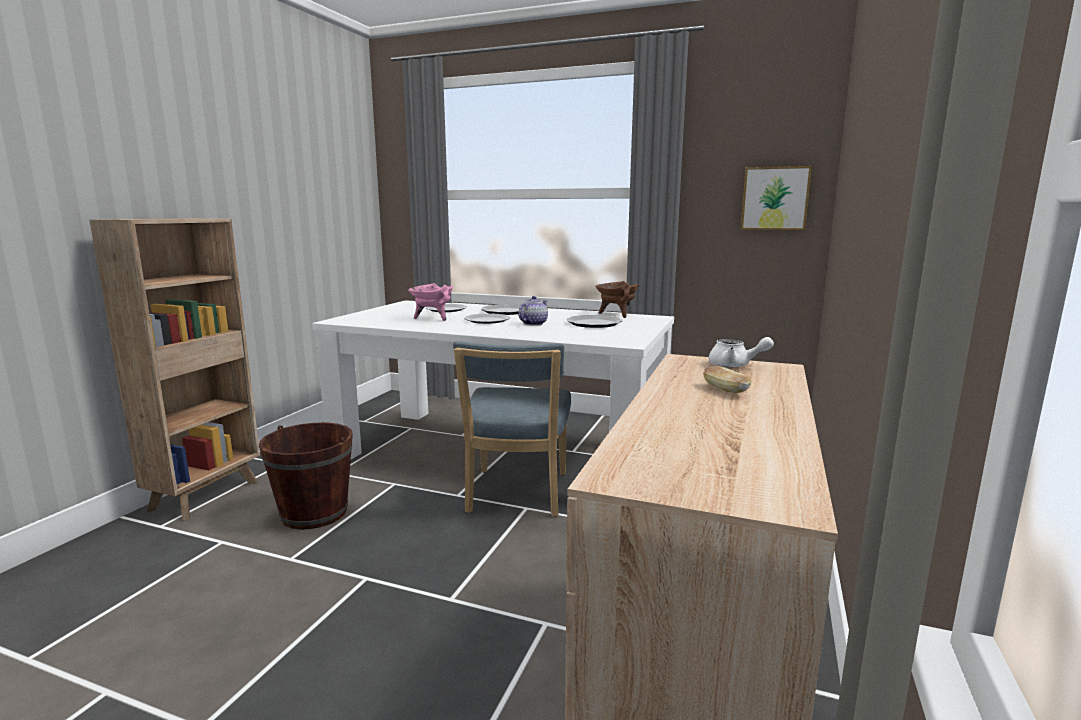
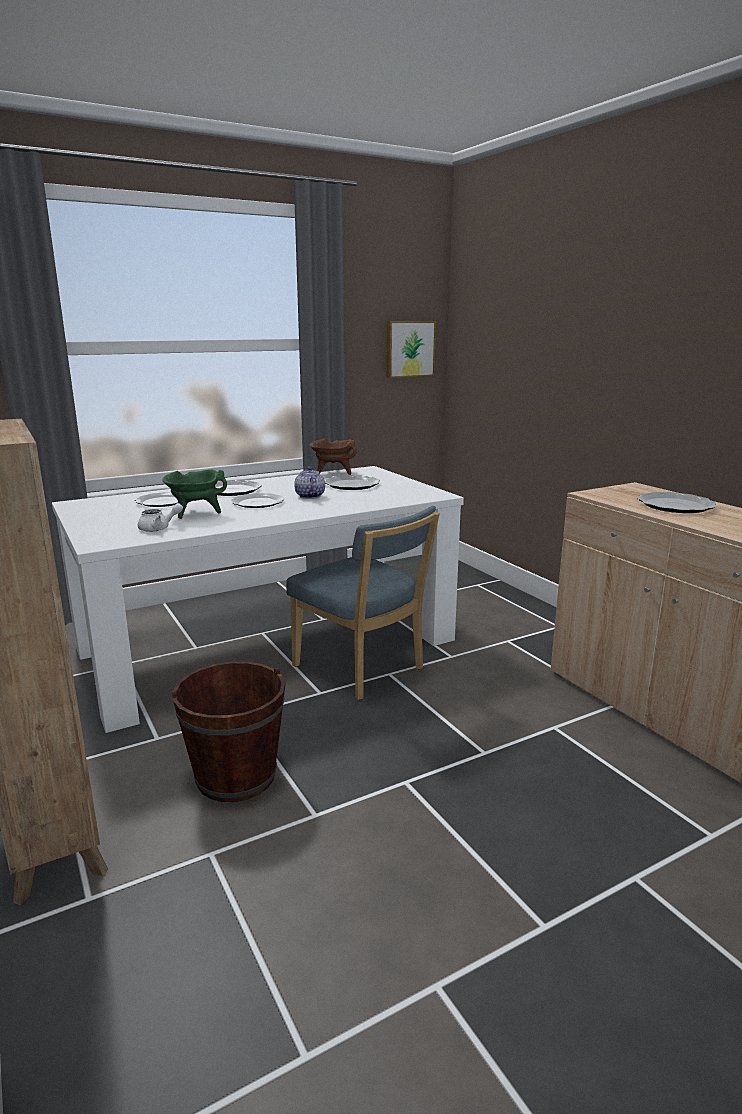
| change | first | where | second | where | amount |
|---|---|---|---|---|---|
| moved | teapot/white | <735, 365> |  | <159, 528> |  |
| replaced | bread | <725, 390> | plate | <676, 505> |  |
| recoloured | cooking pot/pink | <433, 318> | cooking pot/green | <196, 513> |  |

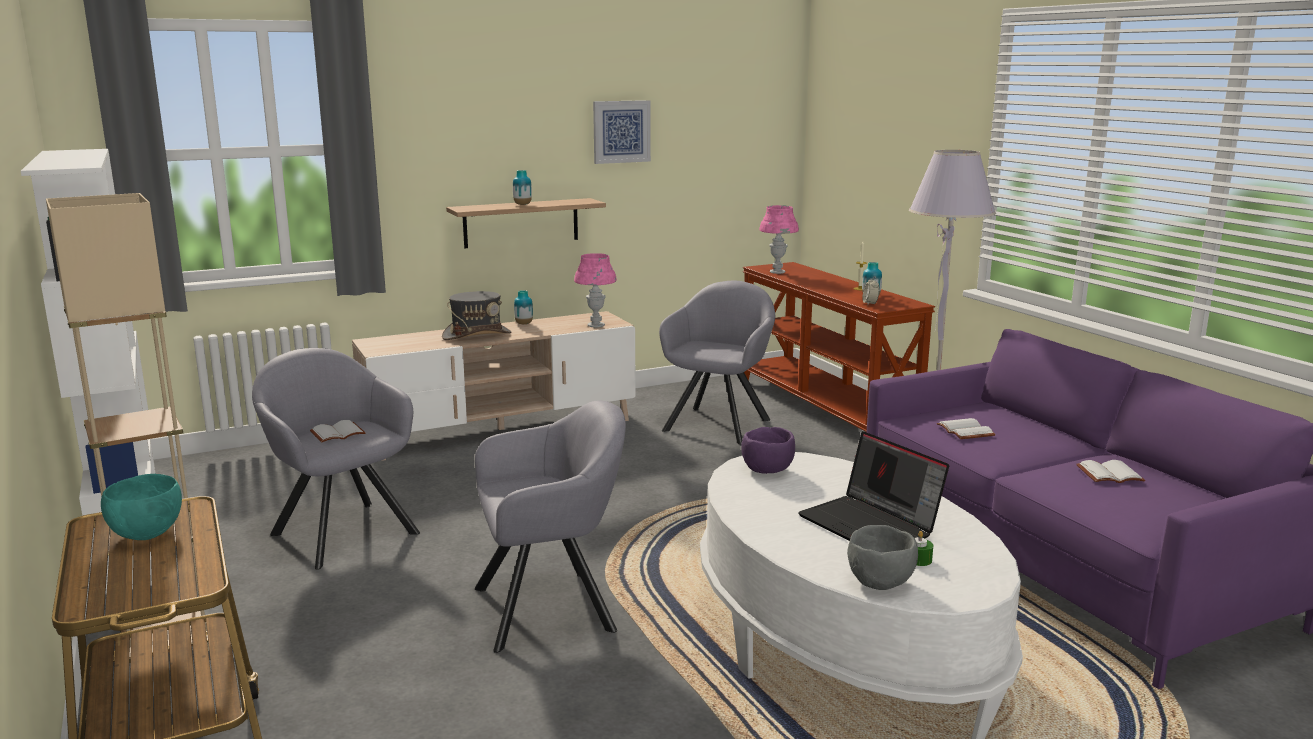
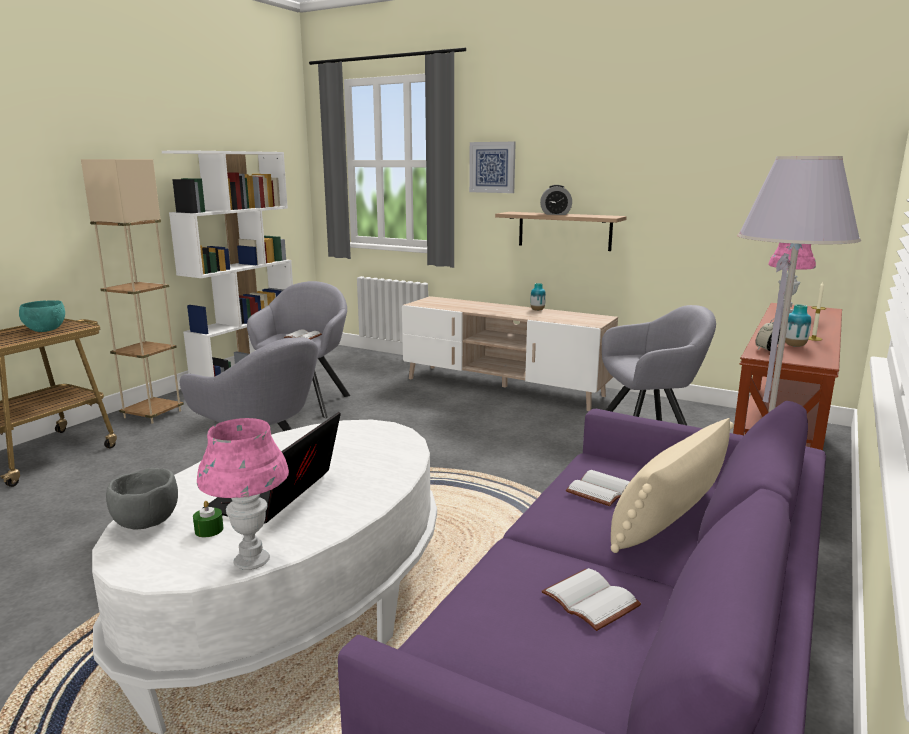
| change | first | where | second | where | amount |
|---|---|---|---|---|---|
| removed | hat/grey | <477, 335> |  |  |  |
| removed | bowl/purple | <769, 470> |  |  |  |
| added |  |  | pillow/beige | <668, 516> |  |
| moved | table lamp/pink | <596, 325> |  | <252, 560> |  |
| moved | picture | <621, 131> |  | <492, 167> |  |
| replaced | vase | <522, 204> | alarm clock | <555, 214> |  |

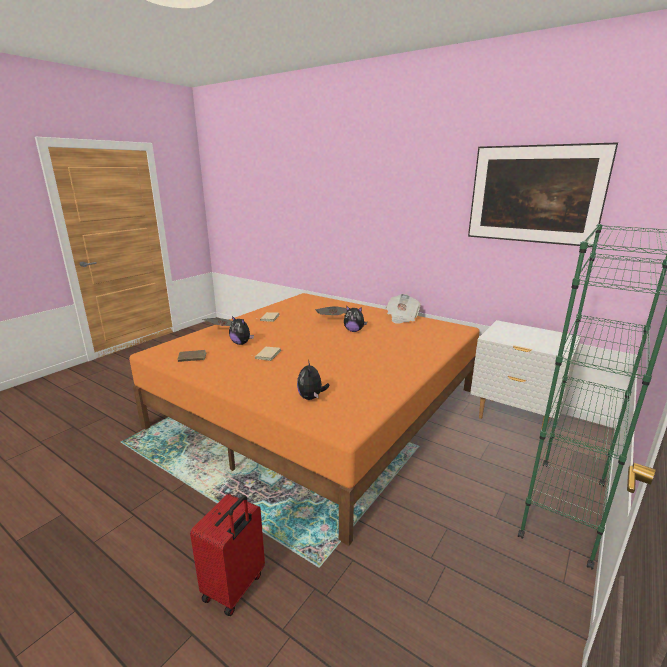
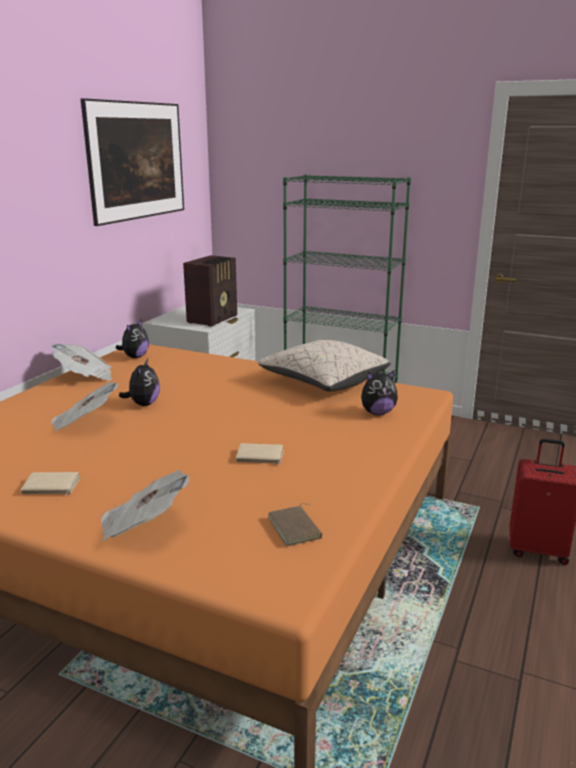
| change | first | where | second | where | amount |
|---|---|---|---|---|---|
| added |  |  | radio | <214, 319> |  |
| added |  |  | pillow/beige | <323, 381> |  |
| moved | plush toy | <241, 343> |  | <135, 357> |  |

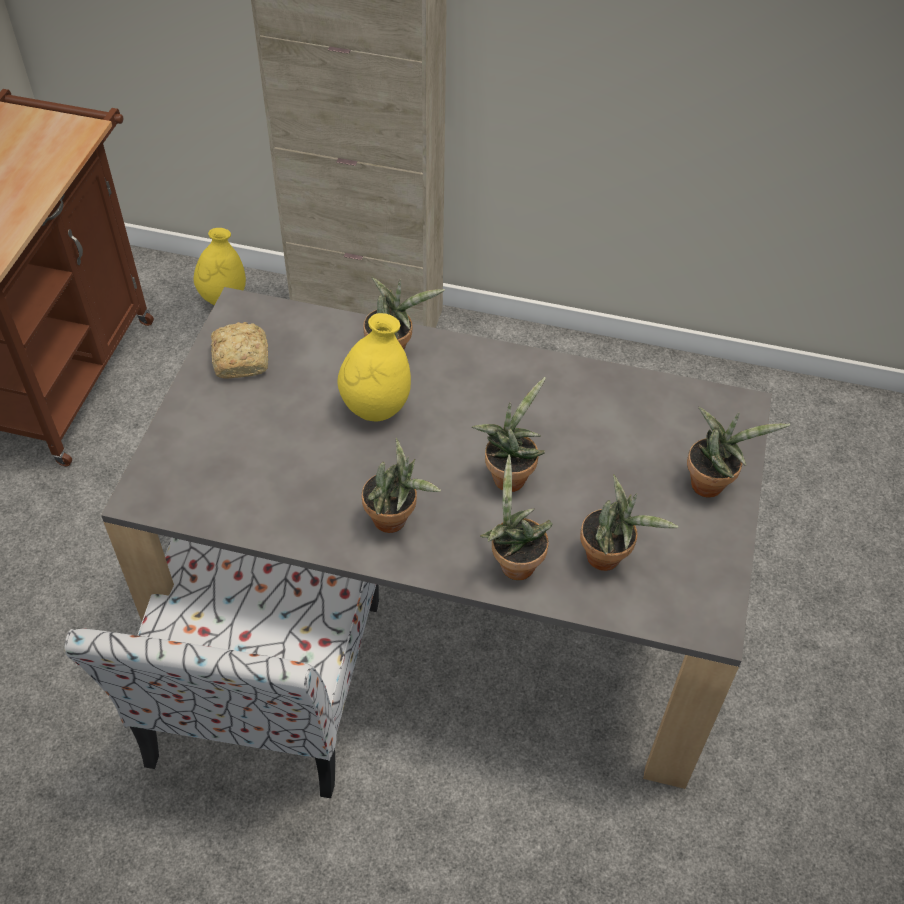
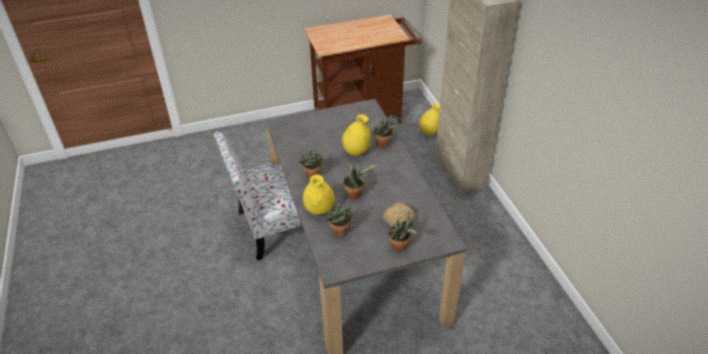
| change | first | where | second | where | amount |
|---|---|---|---|---|---|
| moved | bread | <242, 358> |  | <399, 219> |  |
| replaced | potted plant | <513, 562> | vase/yellow | <319, 210> |  |

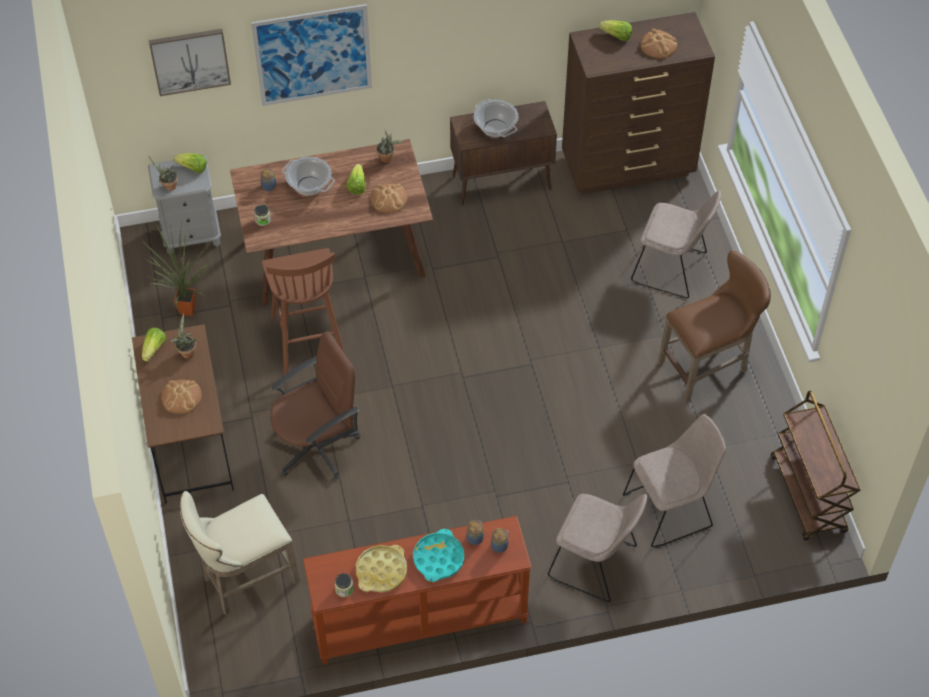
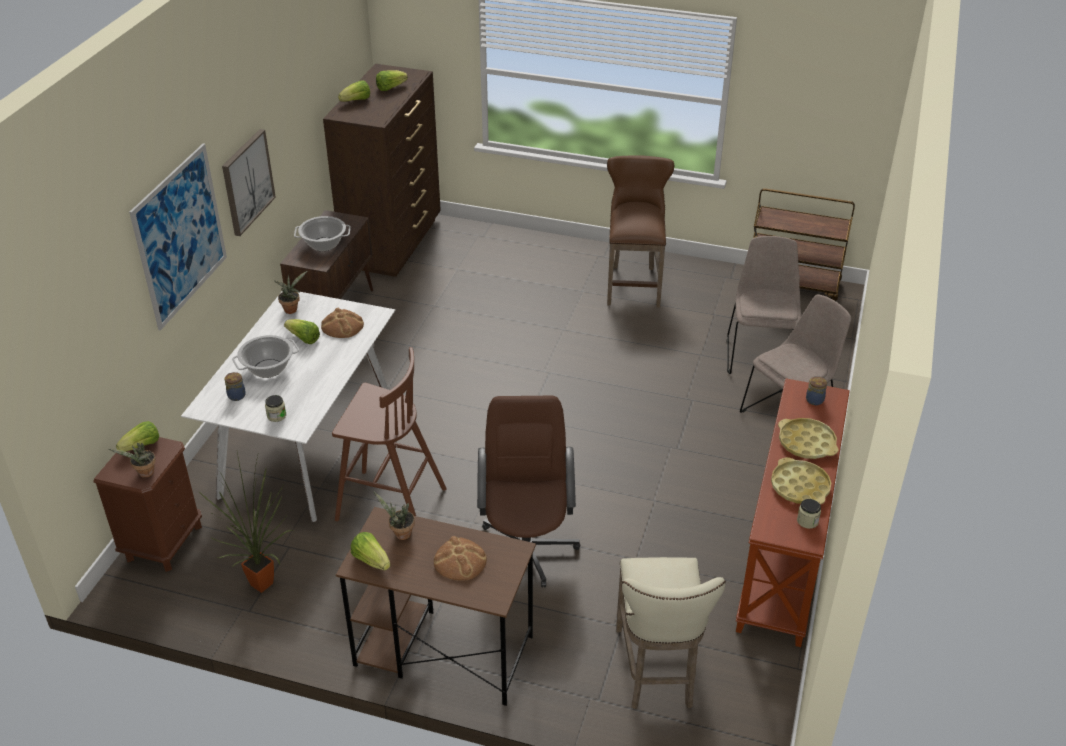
| change | first | where | second | where | amount |
|---|---|---|---|---|---|
| removed | jar | <475, 538> |  |  |  |
| removed | chair/beige | <672, 269> |  |  |  |
| moved | picture | <190, 61> |  | <247, 182> |  |
| replaced | bread | <658, 45> | lettuce | <390, 88> |  |
| recoloured | nightstand/grey | <191, 235> | nightstand/brown | <163, 542> |  |
| recoloured | dining table/brown | <336, 255> | dining table/white | <307, 445> |  |
| recoloured | tray/turquoise | <438, 558> | tray/yellow | <806, 443> |  |

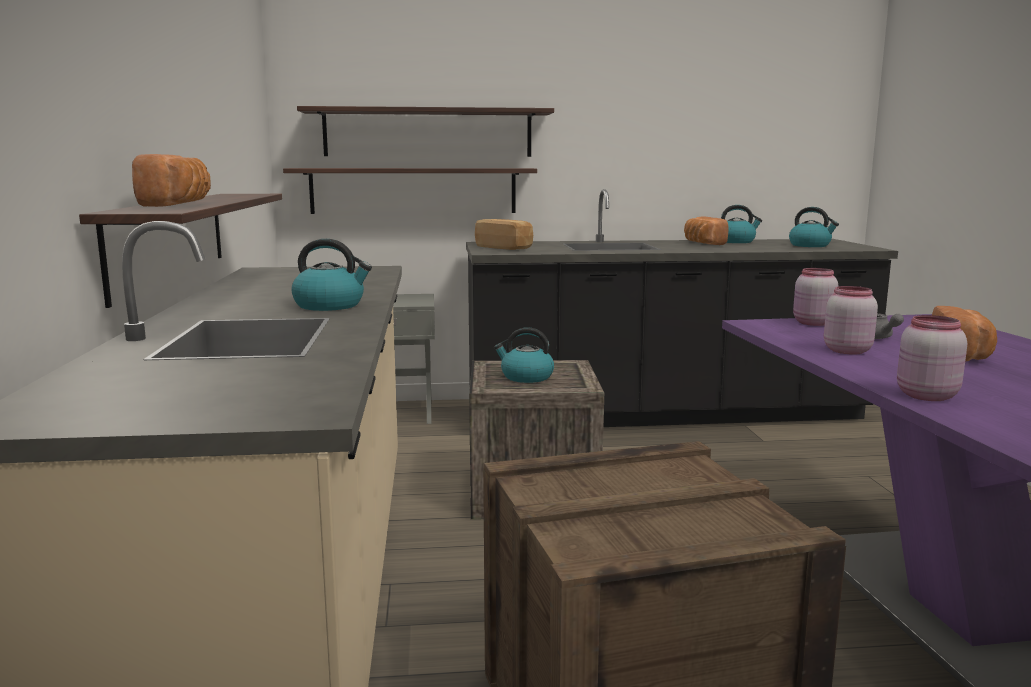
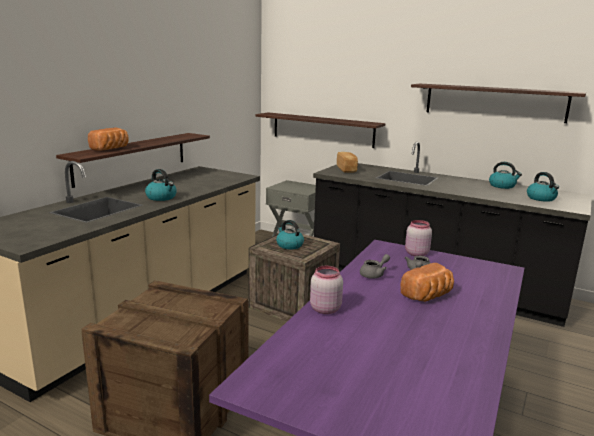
| change | first | where | second | where | amount |
|---|---|---|---|---|---|
| removed | bread | <702, 243> |  |  |  |
| moved | shelf | <428, 133> |  | <494, 102> |  |
| replaced | jar/pink | <846, 350> | teapot/grey | <374, 274> |  |

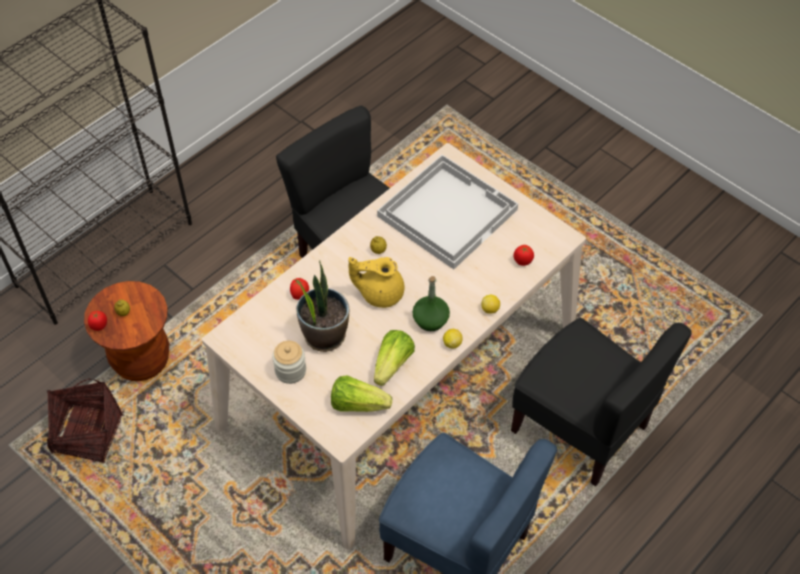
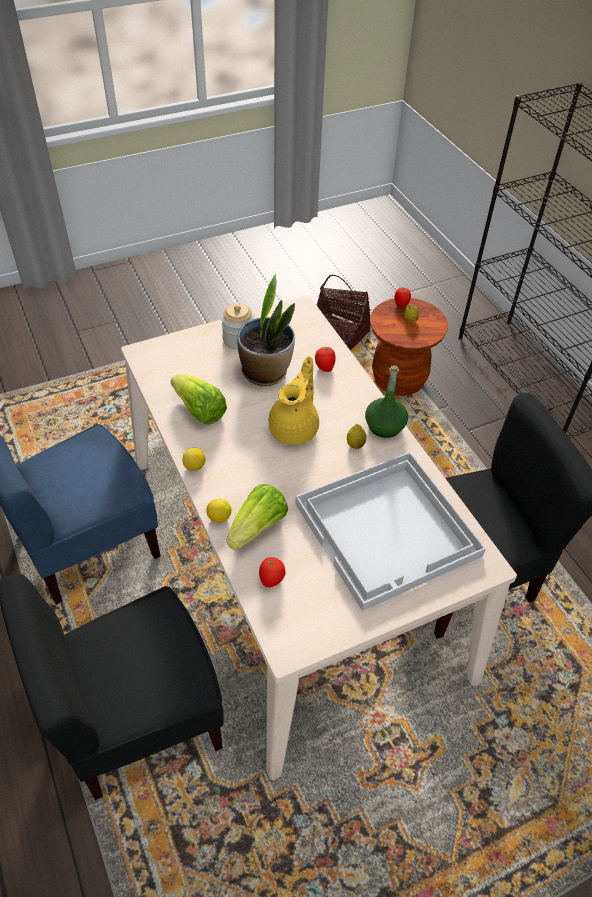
| change | first | where | second | where | amount |
|---|---|---|---|---|---|
| moved | lettuce | <358, 404> |  | <258, 528> |  |
| moved | bottle/green | <430, 320> |  | <384, 426> |  |

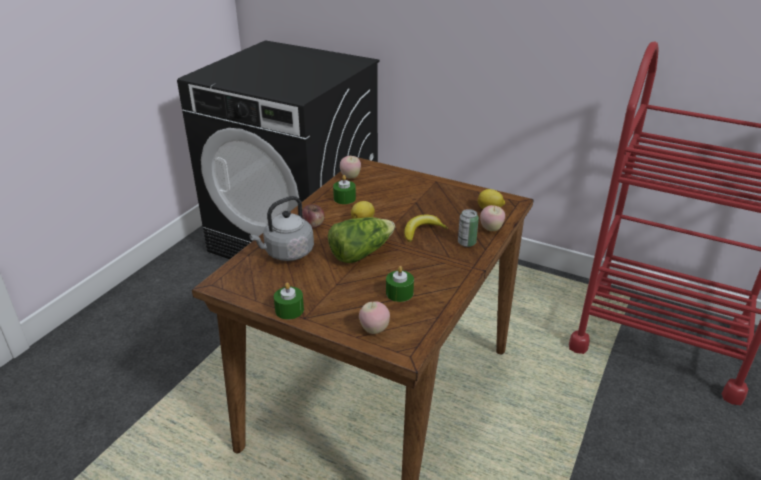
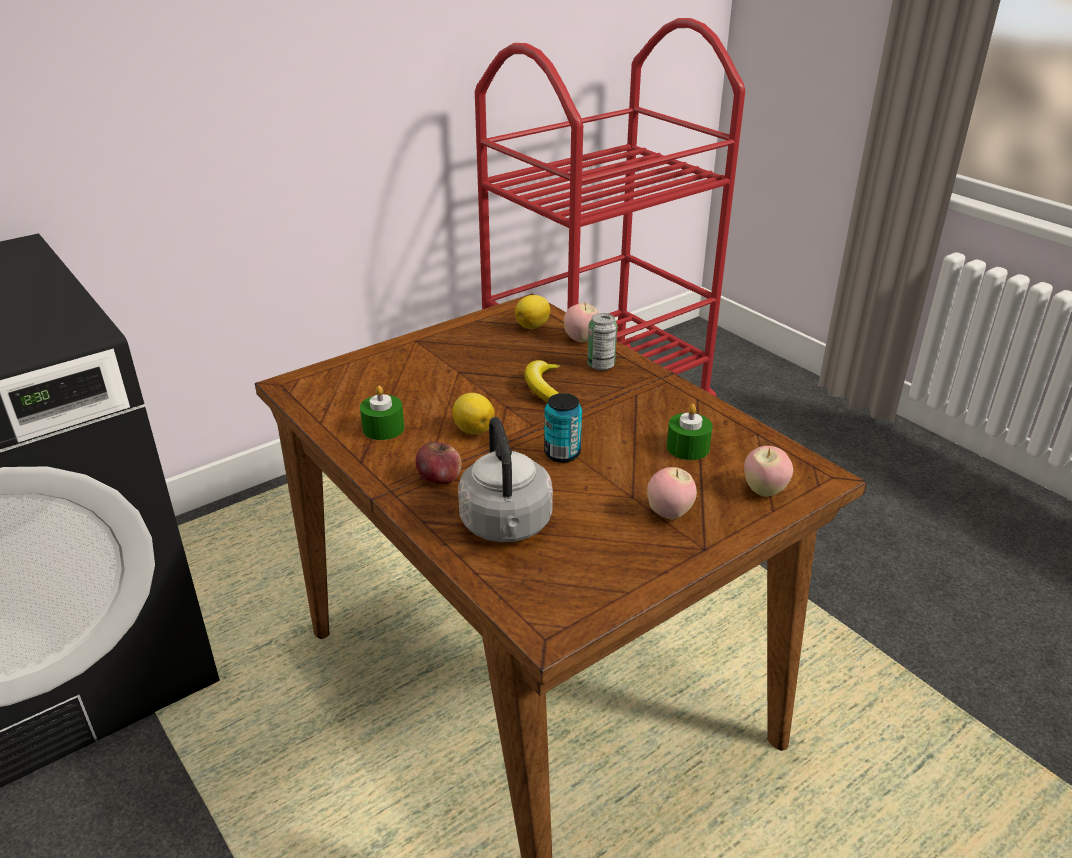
| change | first | where | second | where | amount |
|---|---|---|---|---|---|
| removed | candle/green | <289, 310> |  |  |  |
| moved | apple | <350, 177> |  | <669, 513> |  |
| replaced | lettuce | <360, 253> | can | <562, 454> |  |

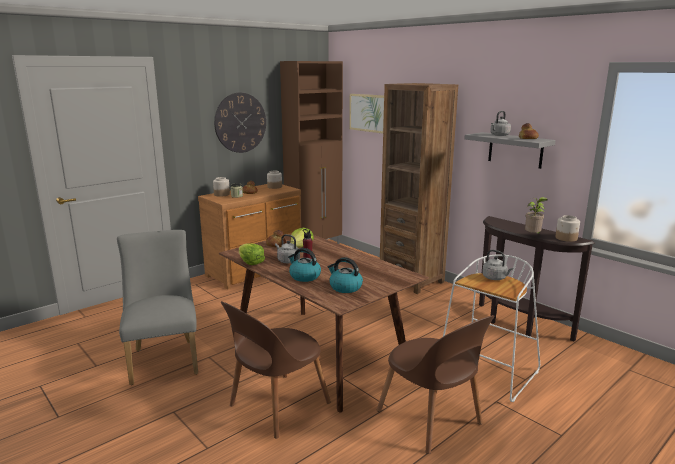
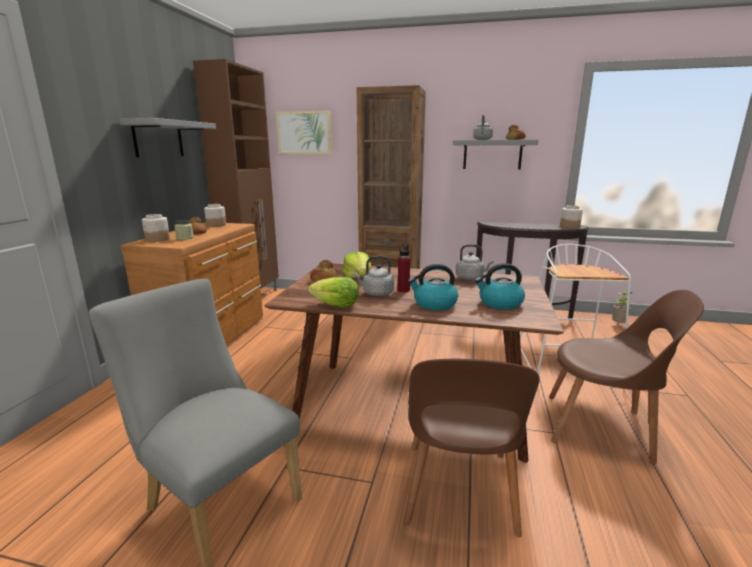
| change | first | where | second | where | amount |
|---|---|---|---|---|---|
| moved | kettle/grey | <495, 278> |  | <471, 278> |  |
| moved | potted plant | <533, 236> |  | <618, 325> |  |
| replaced | wall clock | <240, 122> | shelf/grey | <158, 139> |  |

